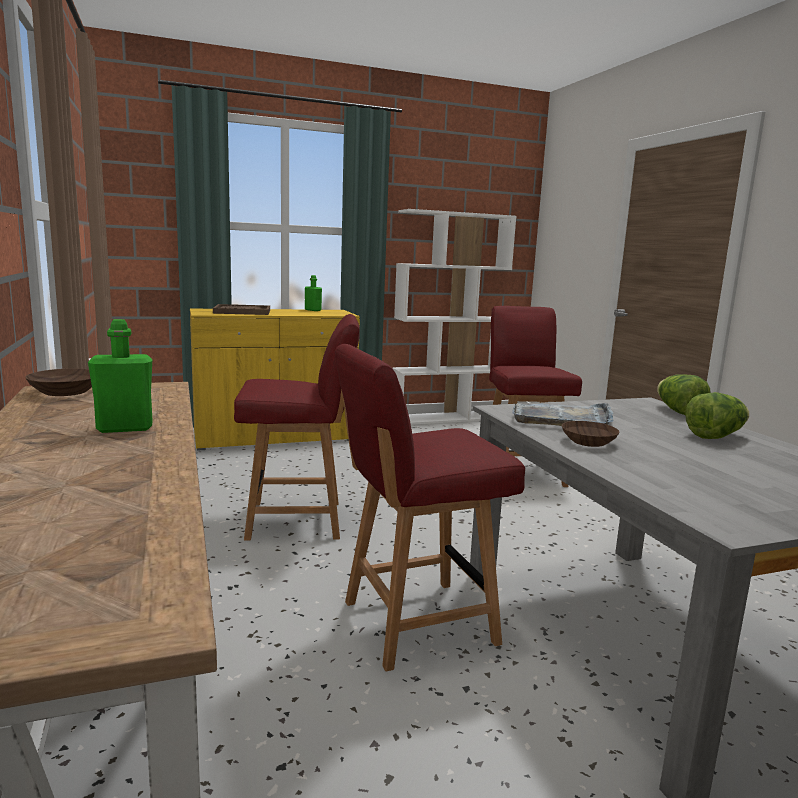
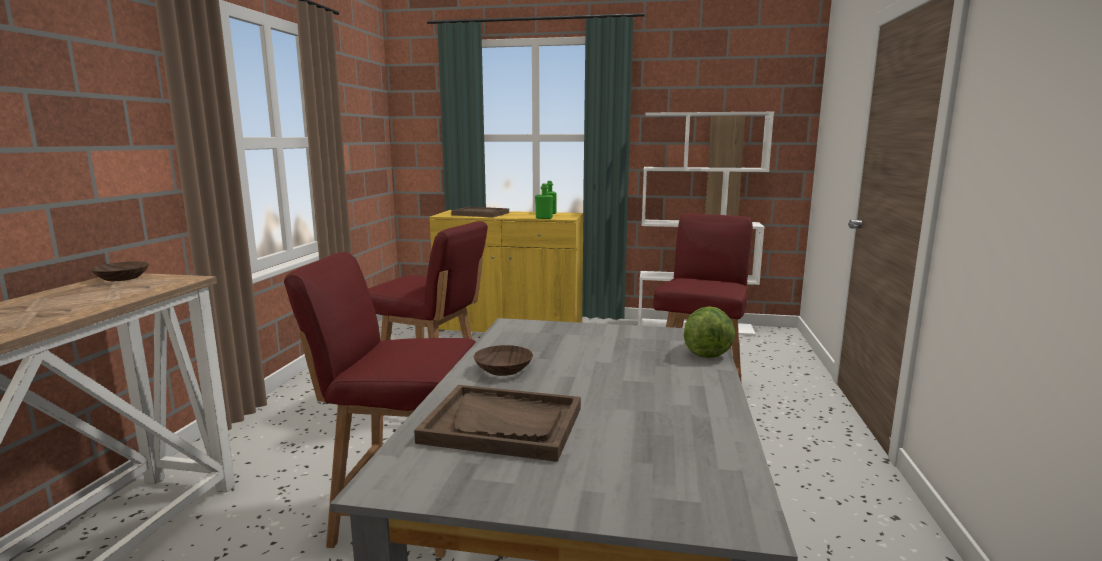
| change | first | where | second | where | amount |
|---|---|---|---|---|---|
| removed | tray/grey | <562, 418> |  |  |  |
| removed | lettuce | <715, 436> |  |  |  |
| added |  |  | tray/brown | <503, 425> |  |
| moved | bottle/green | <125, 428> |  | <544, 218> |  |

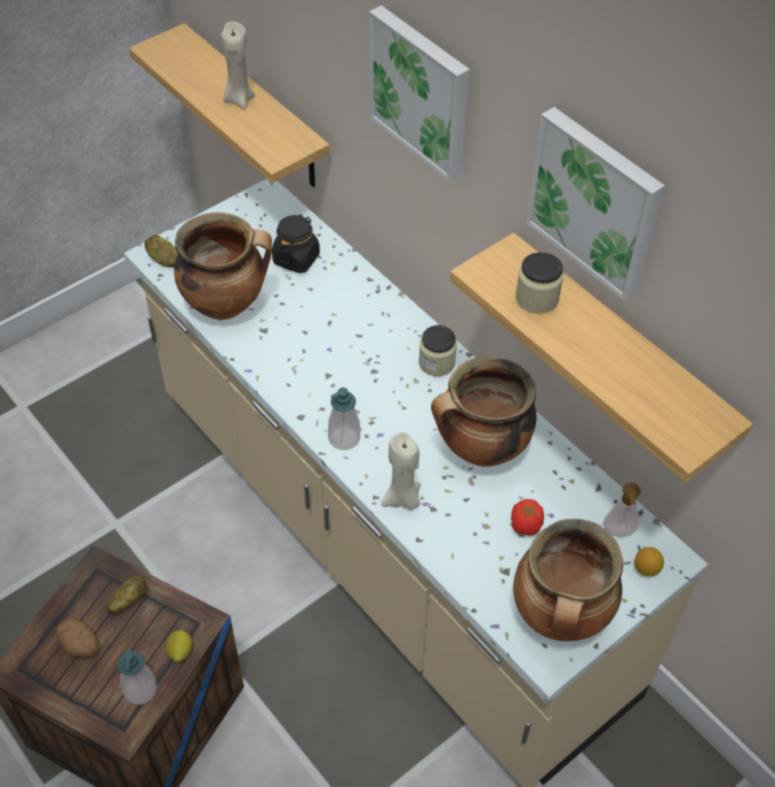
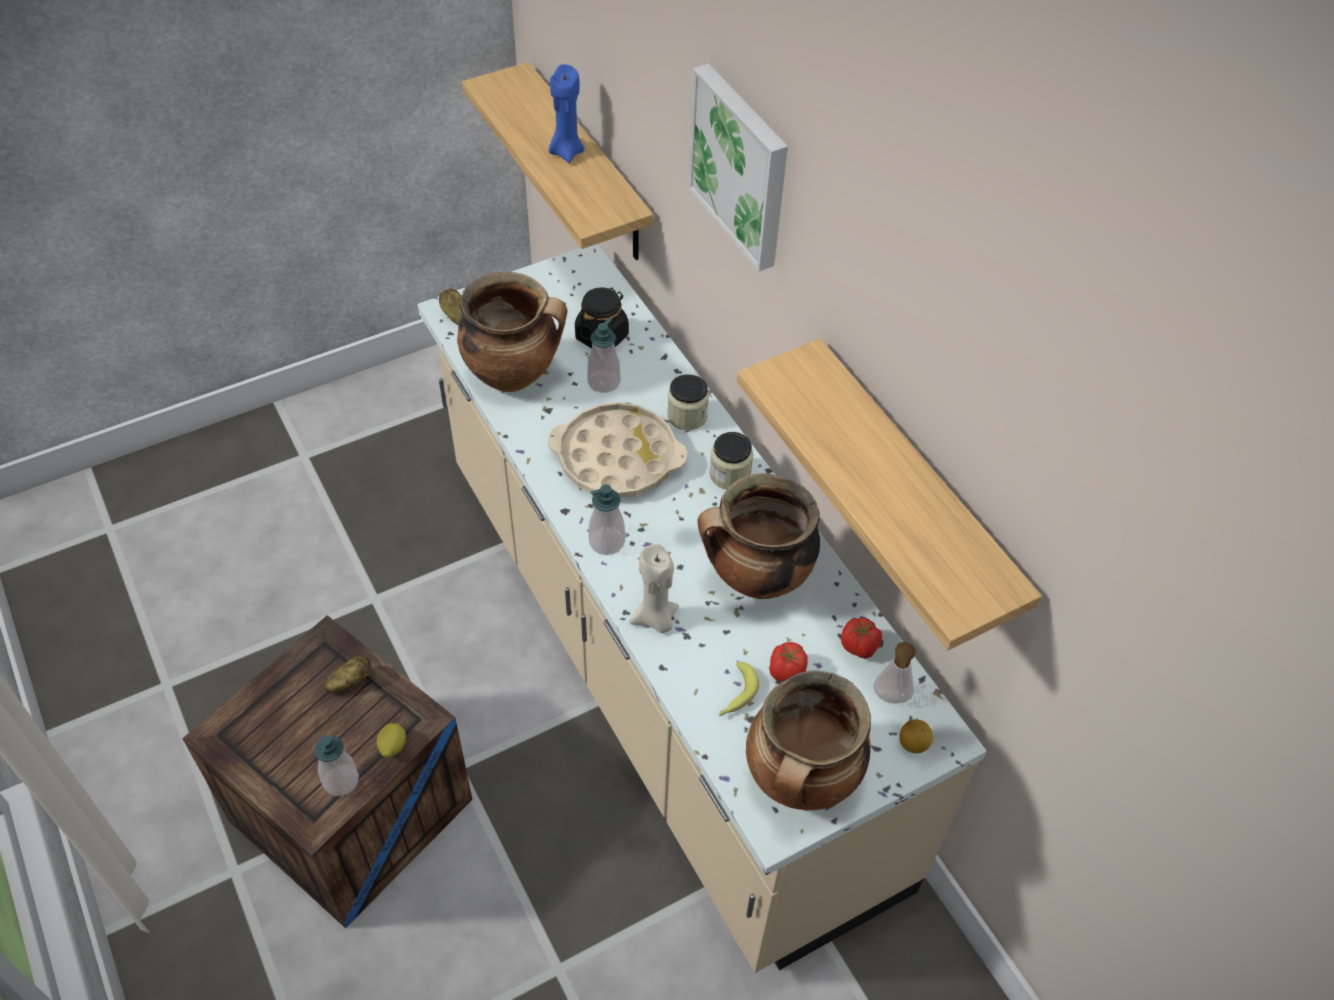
| change | first | where | second | where | amount |
|---|---|---|---|---|---|
| removed | potato | <81, 646> |  |  |  |
| removed | picture | <596, 201> |  |  |  |
| added |  |  | tray/beige | <617, 458> |  |
| added |  |  | soap dispenser | <604, 382> |  |
| added |  |  | banana | <735, 695> |  |
| added |  |  | tomato | <859, 647> |  |
| moved | jar | <537, 298> |  | <687, 416> |  |
| recoloured | candle/beige | <238, 99> | candle/blue | <566, 152> |  |

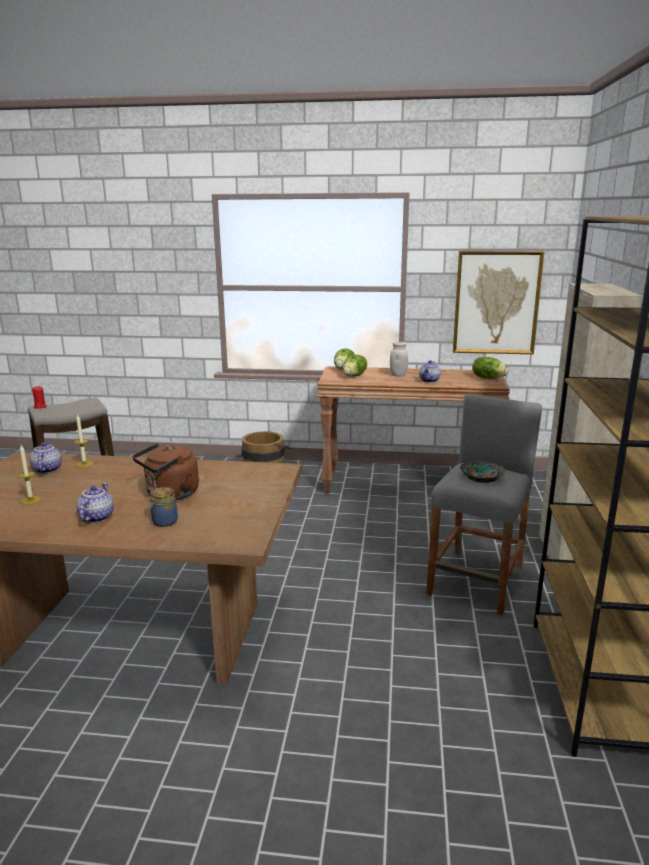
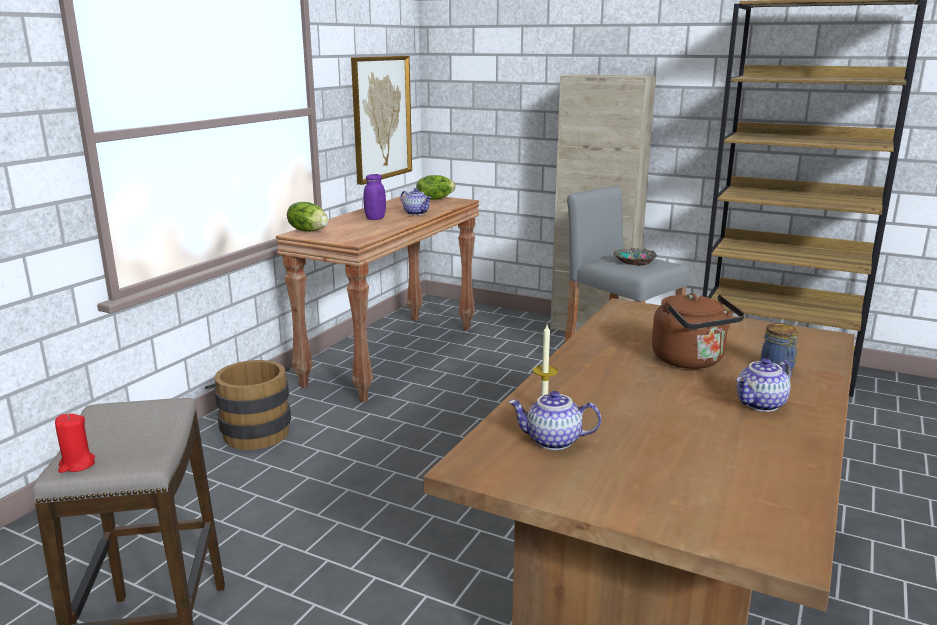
| change | first | where | second | where | amount |
|---|---|---|---|---|---|
| removed | candle | <31, 500> |  |  |  |
| removed | lettuce | <354, 376> |  |  |  |
| recoloured | jar/white | <398, 375> | jar/purple | <375, 218> |  |
| turned | teapot | <96, 517> |  | <761, 405> | 60 degrees counterclockwise |

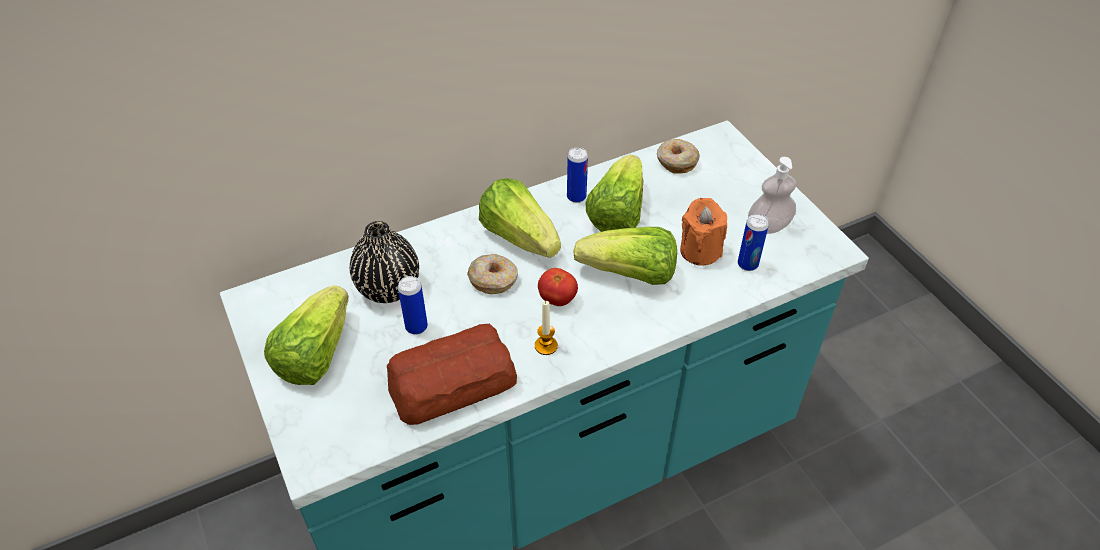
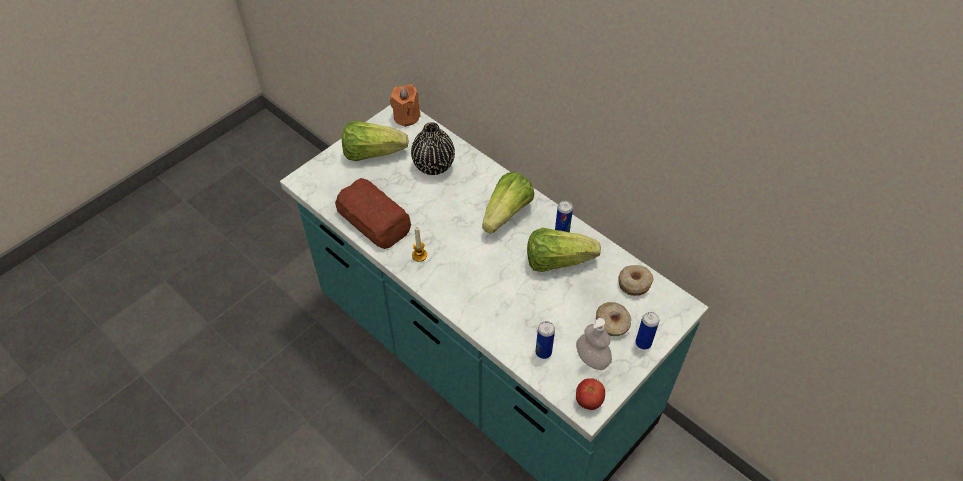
| change | first | where | second | where | amount |
|---|---|---|---|---|---|
| removed | lettuce | <630, 275> |  |  |  |
| moved | can | <416, 327> |  | <643, 343> |  |
| moved | donut | <493, 279> |  | <612, 323> |  |
| moved | tomato | <557, 299> |  | <588, 400> |  |
| moved | candle/orange | <700, 251> |  | <406, 117> |  |

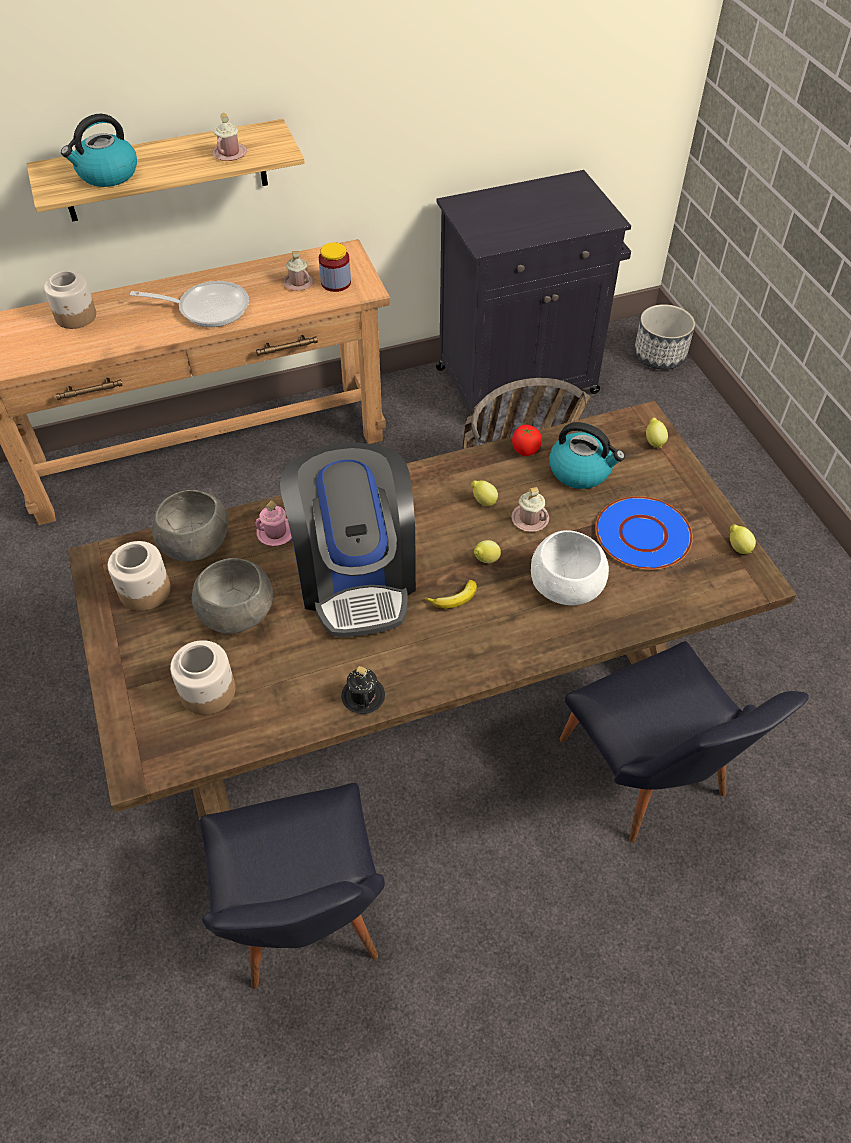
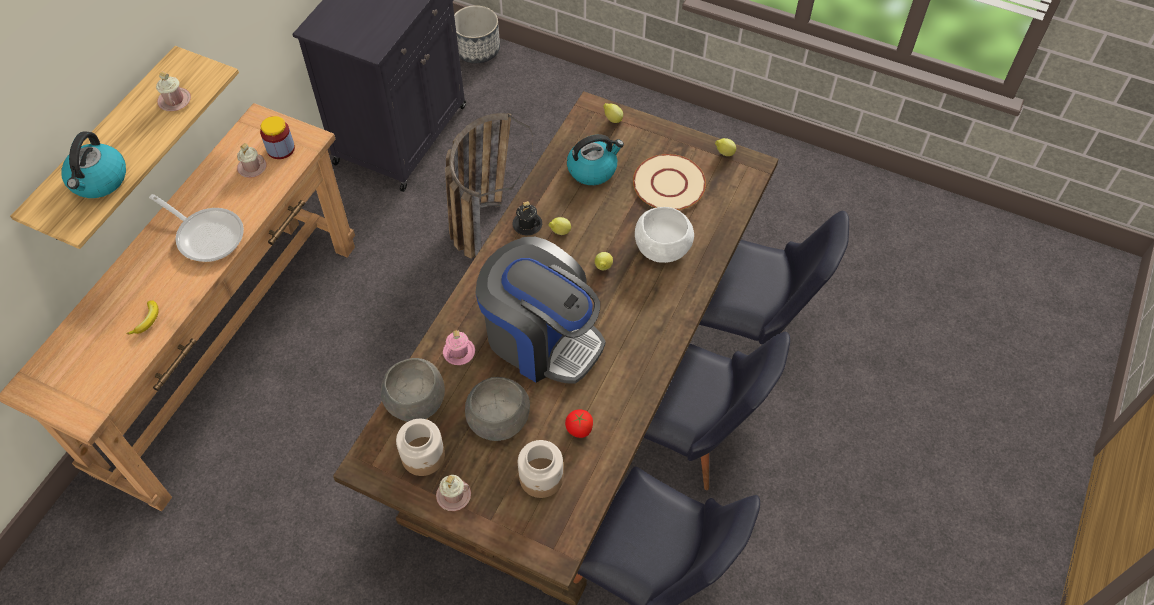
| change | first | where | second | where | amount |
|---|---|---|---|---|---|
| removed | jar | <76, 316> |  |  |  |
| added |  |  | chair/black | <689, 439> |  |
| moved | mug/black | <363, 696> |  | <527, 224> |  |
| moved | banana | <454, 599> |  | <147, 320> |  |
| moved | mug/pink | <530, 519> |  | <453, 495> |  |
| moved | tomato | <525, 450> |  | <579, 429> |  |
| recoloured | plate/blue | <642, 535> | plate/beige | <669, 184> |  |
| turned | frying pan | <207, 308> |  | <207, 235> | 75 degrees clockwise |

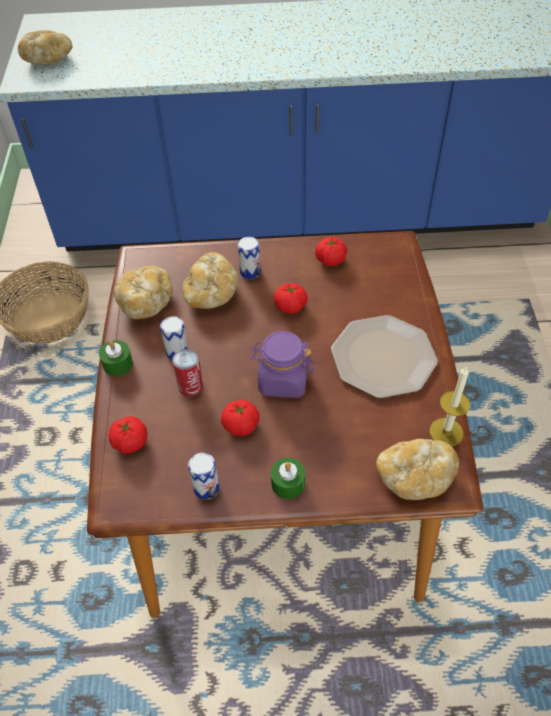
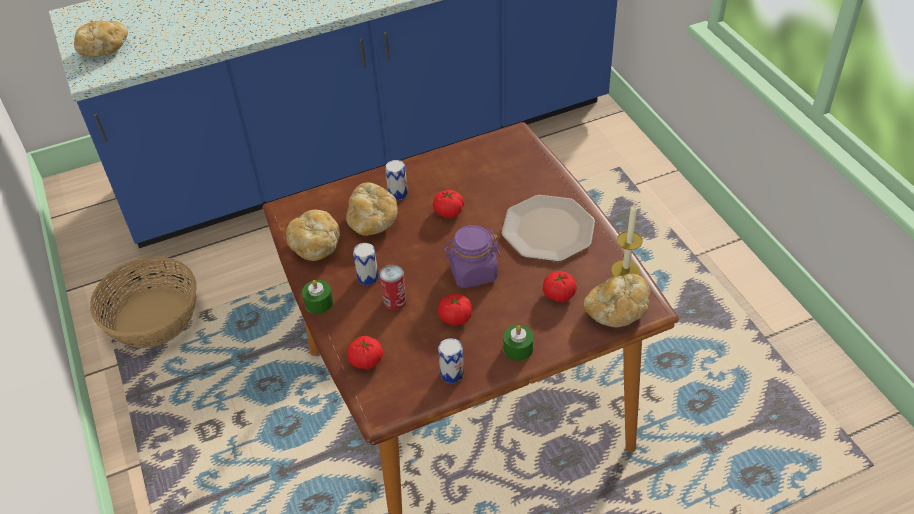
| change | first | where | second | where | amount |
|---|---|---|---|---|---|
| moved | tomato | <330, 260> |  | <559, 294> |  |

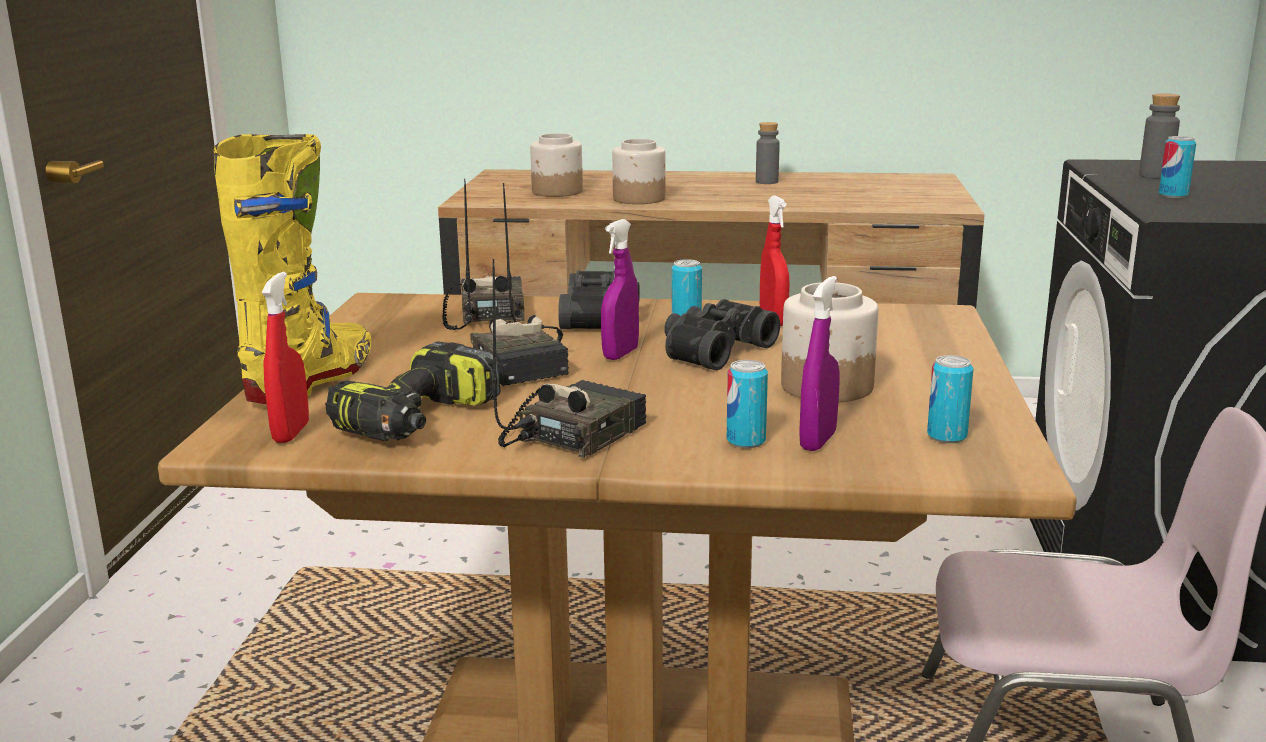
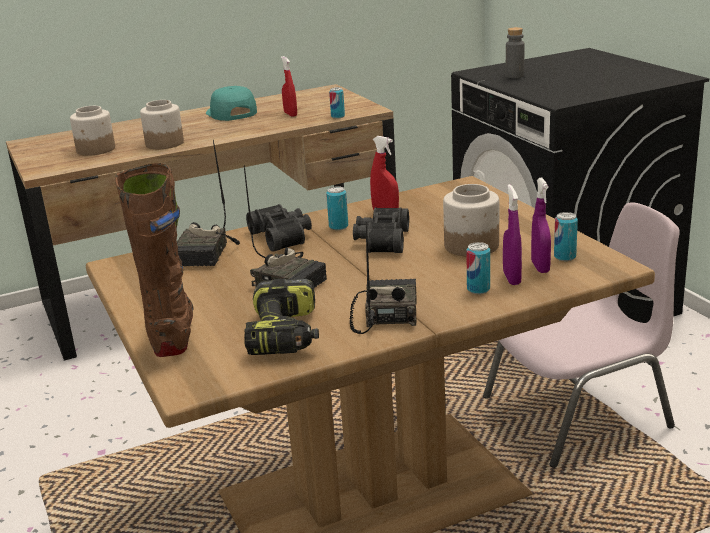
| change | first | where | second | where | amount |
|---|---|---|---|---|---|
| moved | spray bottle/red | <291, 433> |  | <290, 114> |  |
| moved | spray bottle/purple | <620, 354> |  | <540, 267> |  |
| moved | can | <1173, 195> |  | <338, 116> |  |
| replaced | bottle/grey | <767, 182> | cap/turquoise | <230, 113> |  |
| recoloured | boot/yellow | <312, 381> | boot/brown | <172, 331> |  |
| turned | radio | <485, 314> |  | <207, 254> | 135 degrees counterclockwise |

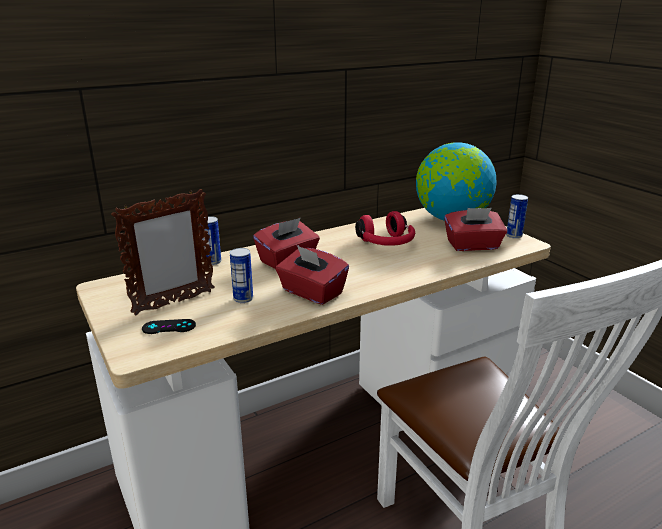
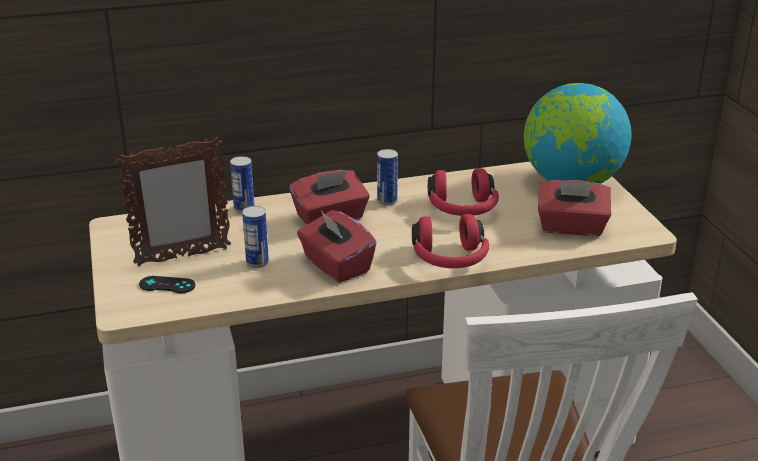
| change | first | where | second | where | amount |
|---|---|---|---|---|---|
| added |  |  | headphones/red | <450, 259> |  |
| moved | can | <514, 235> |  | <387, 201> |  |

